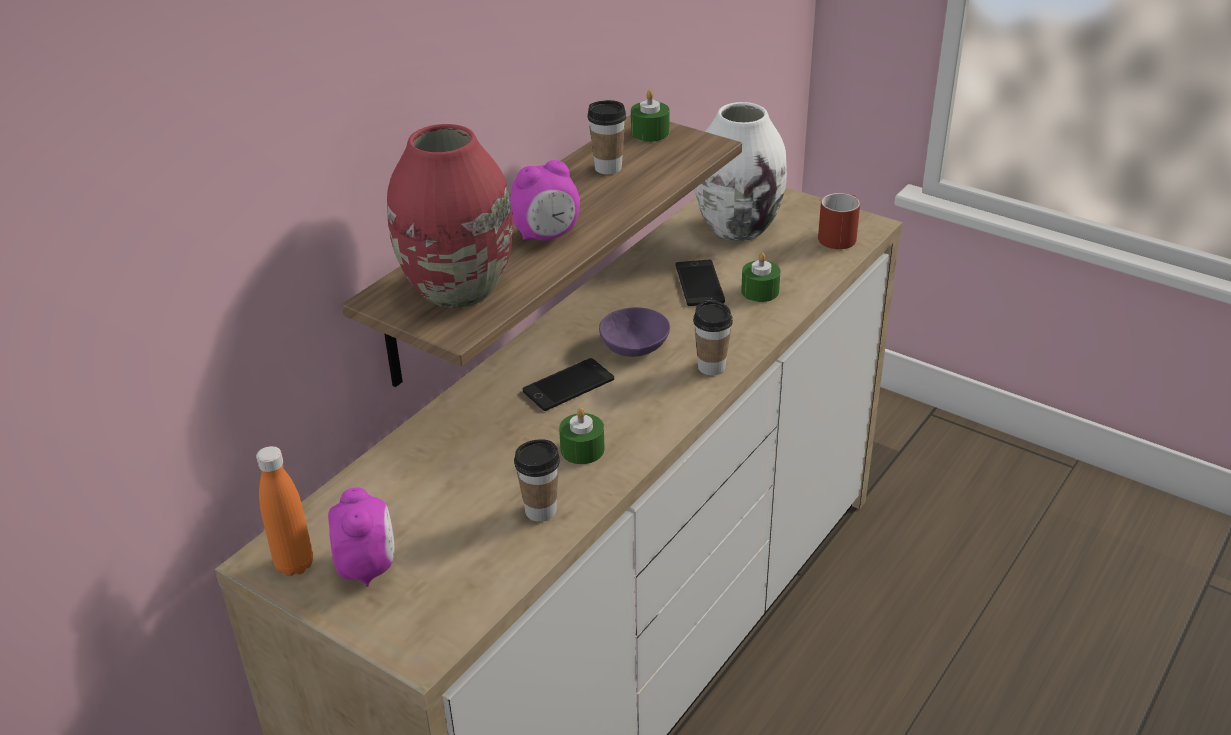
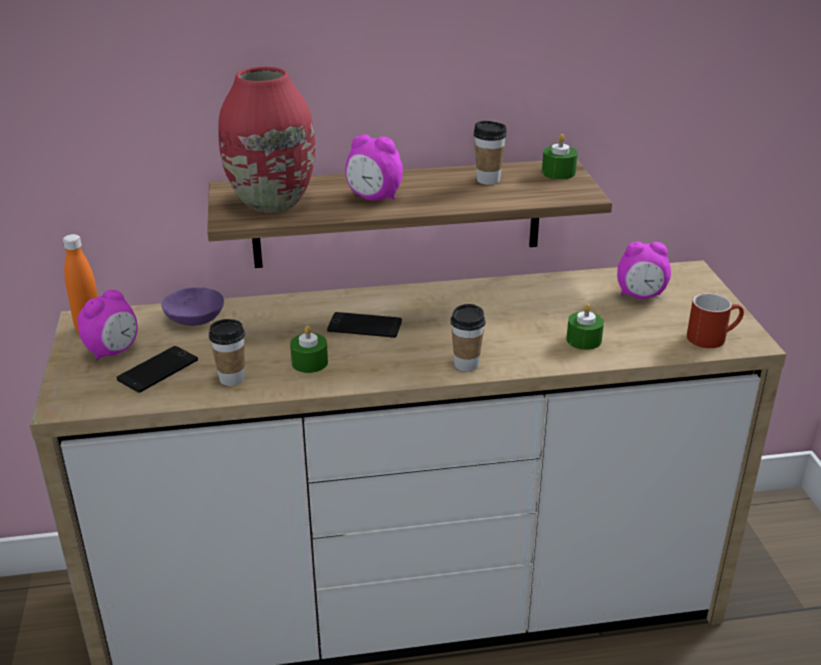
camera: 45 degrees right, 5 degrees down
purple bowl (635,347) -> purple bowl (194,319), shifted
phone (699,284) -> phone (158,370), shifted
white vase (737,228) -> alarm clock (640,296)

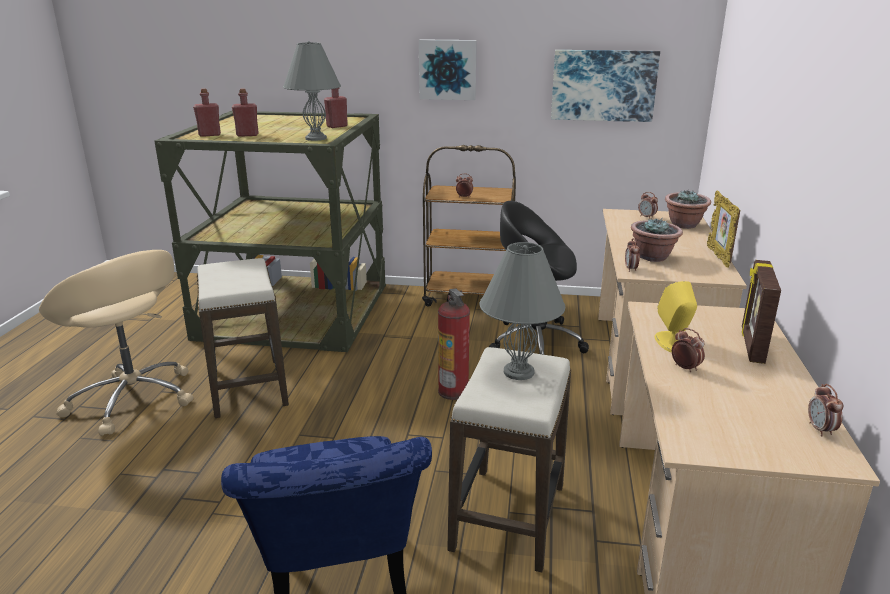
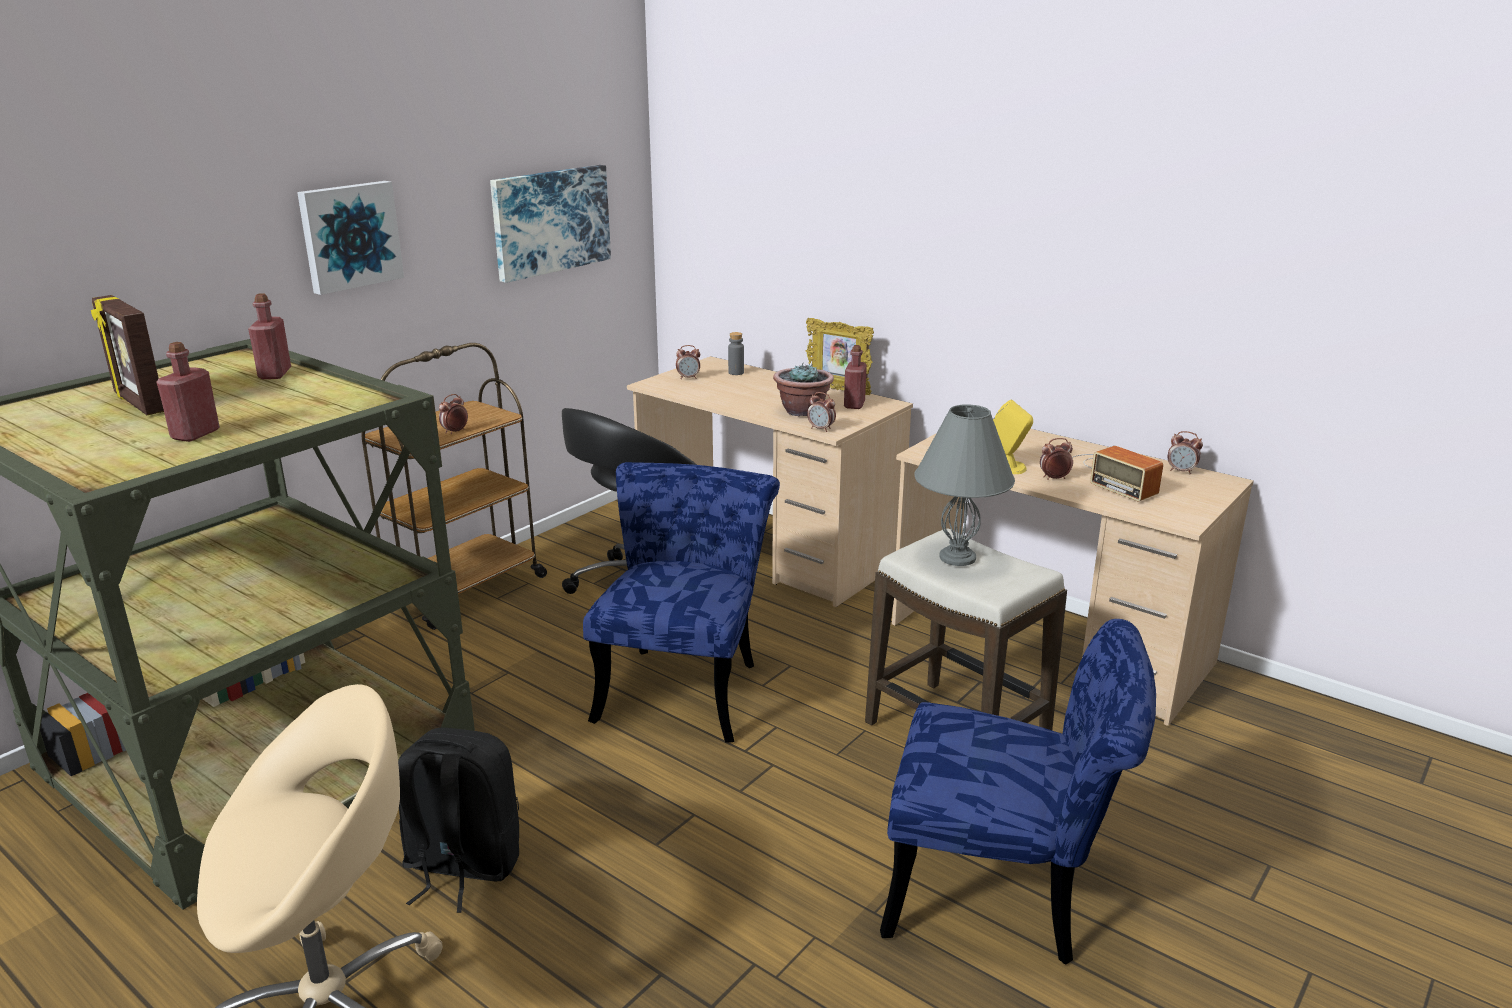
camera: 60 degrees left, 0 degrees up
red bottle (209,135) -> red bottle (854,404), shifted
stool (248,387) -> black backpack (461,866)
grey table lamp (315,138) -> none
fire extinguisher (454,391) -> blue chair (685,685)
potted plant (684,225) -> grey bottle (736,372)
picture frame (751,345) -> picture frame (138,403), shifted
none -> radio (1111,475)

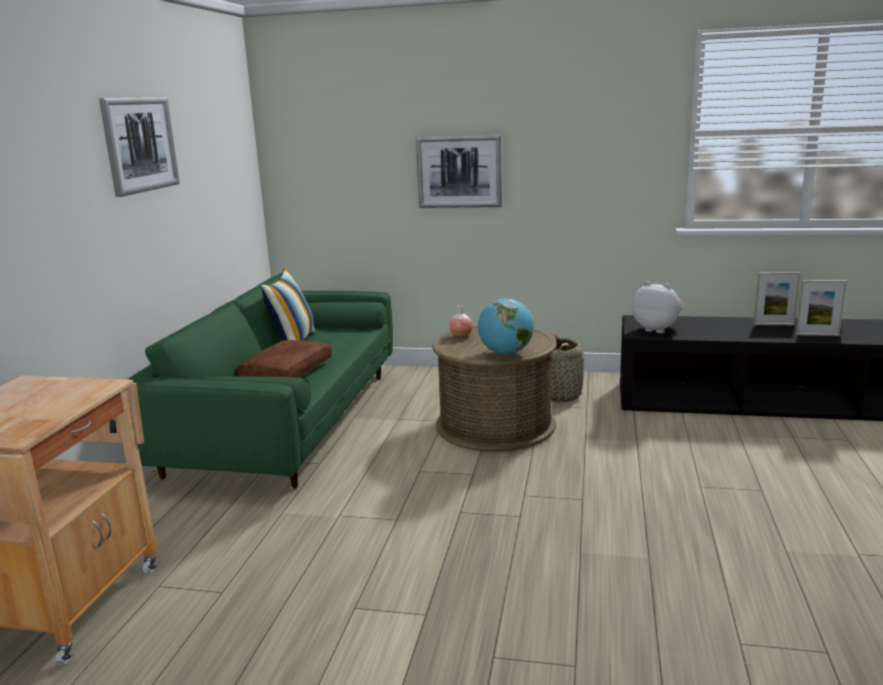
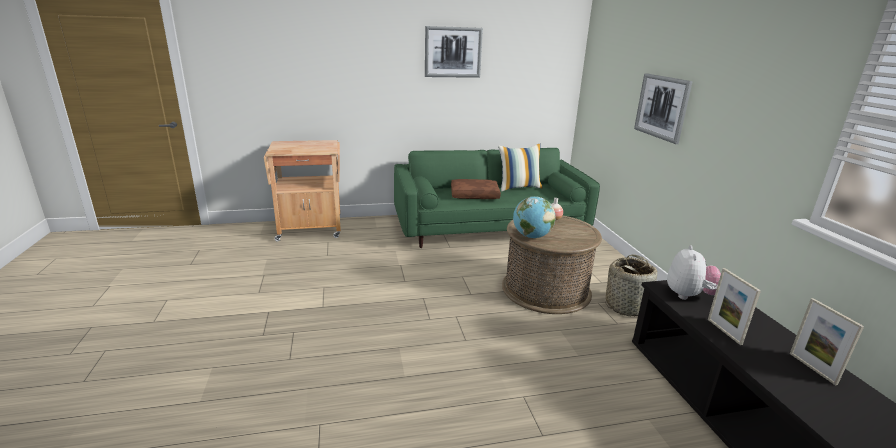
camera: 65 degrees right, 5 degrees up
picture frame (817,335) -> picture frame (724,331), shifted

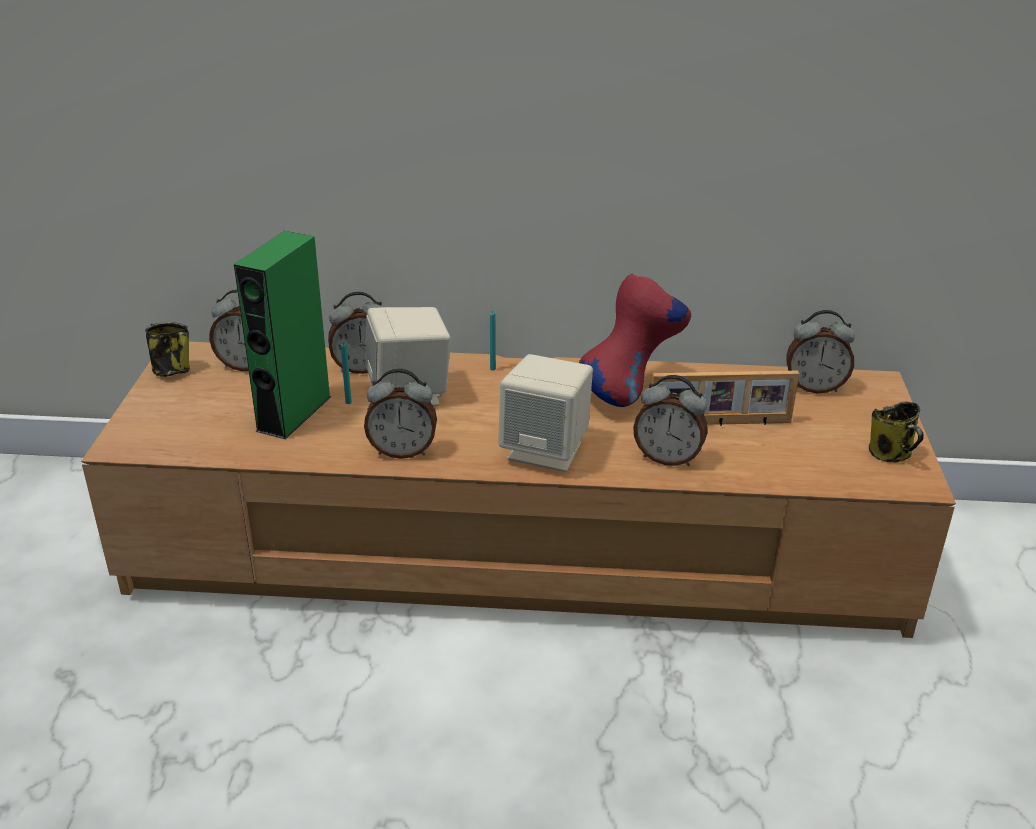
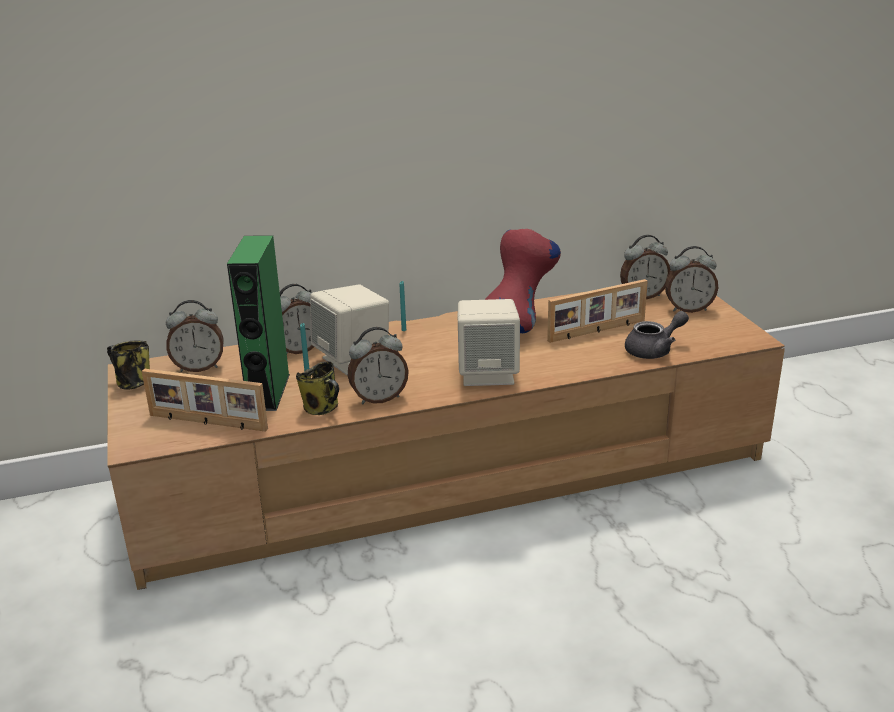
camera: 20 degrees left, 5 degrees down
alarm clock (668,458) -> alarm clock (688,309), shifted
mug (891,455) -> mug (322,408), shifted
none -> picture frame (207,423)
none -> grey teapot (654,350)

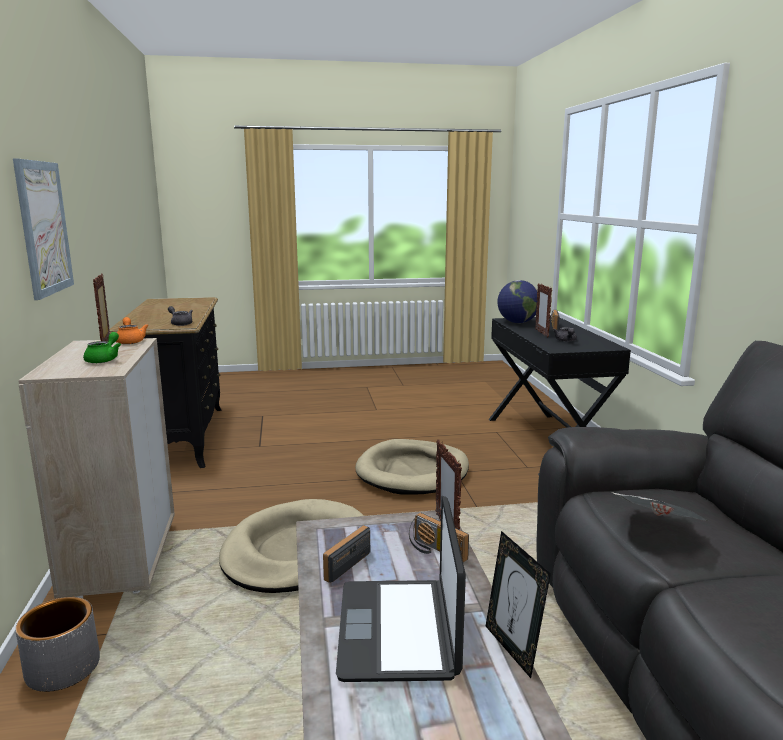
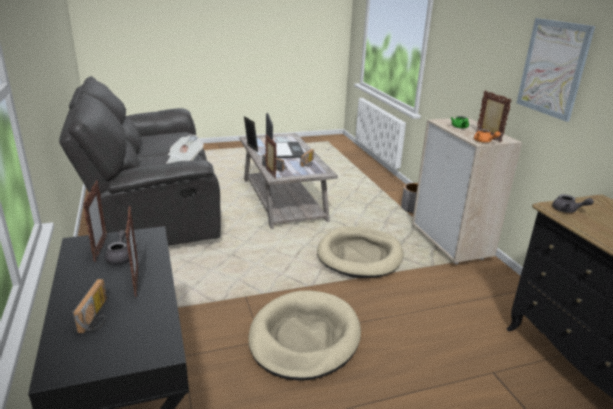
camera: 170 degrees right, 10 degrees up
globe (517,322) -> none
none -> picture frame (100,249)

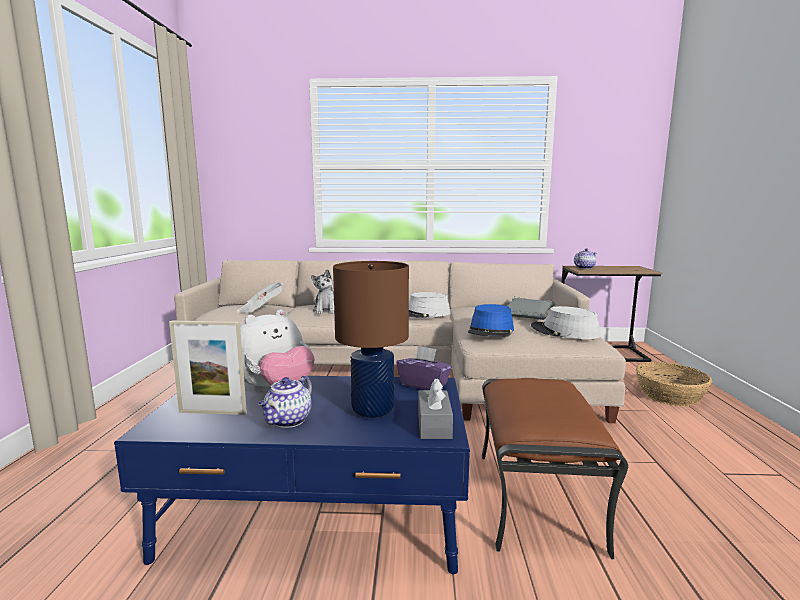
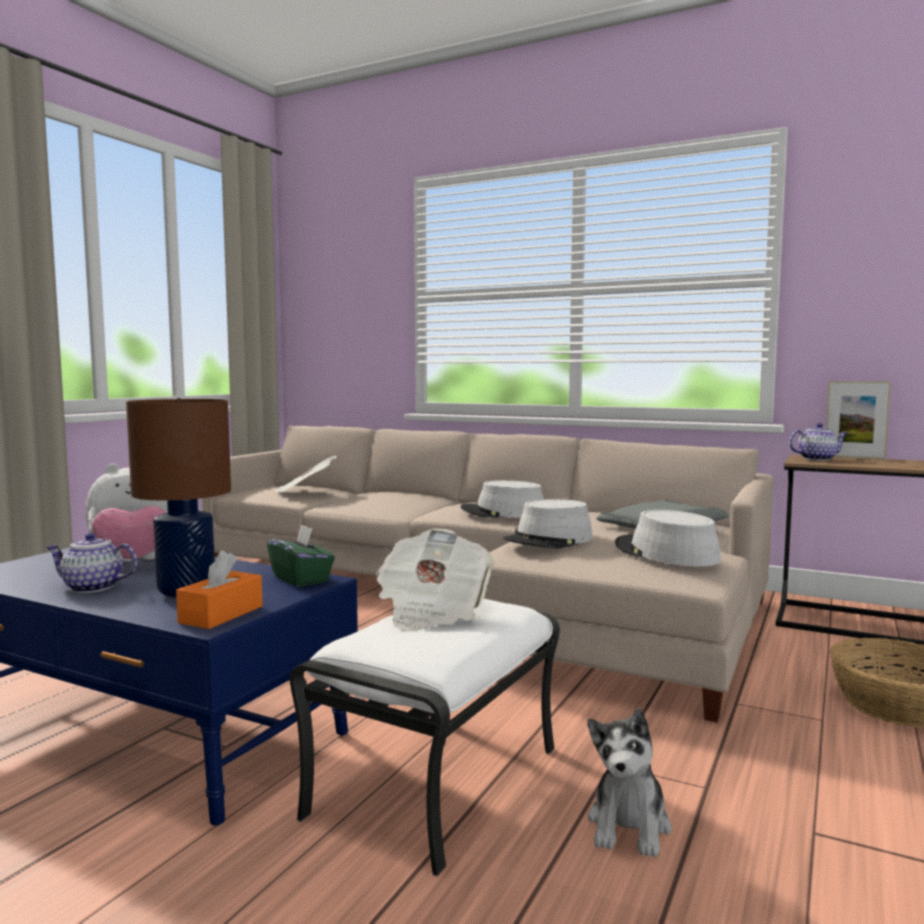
camera: 25 degrees right, 5 degrees down
picture frame (212,412) -> picture frame (854,457), shifted
teapot (288,421) -> teapot (91,587), 45 degrees clockwise
plush toy (326,310) -> plush toy (629,825), shifted
purple tissue box (424,385) -> green tissue box (301,579)
grey tissue box (434,425) -> orange tissue box (221,614)
blue hat (491,330) -> grey hat (549,540)
brown ottoman (538,499) -> white ottoman (438,783)
none -> newspaper (432,611)

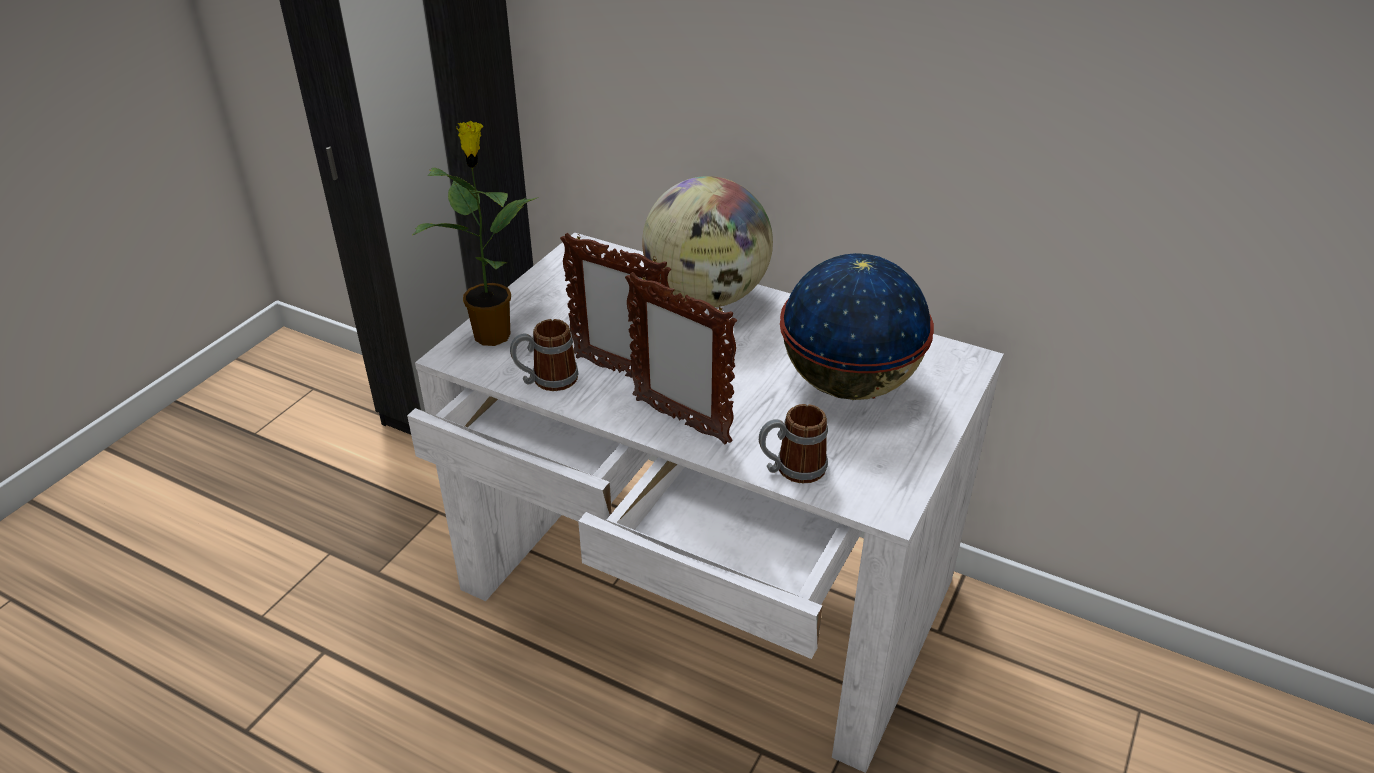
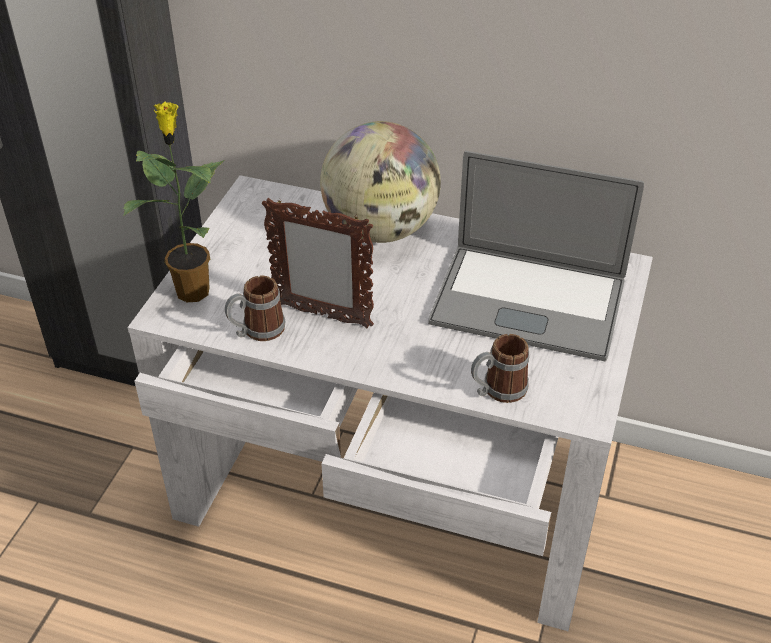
camera: 10 degrees left, 5 degrees up
picture frame (680,421) -> none
globe (849,384) -> laptop (528,302)

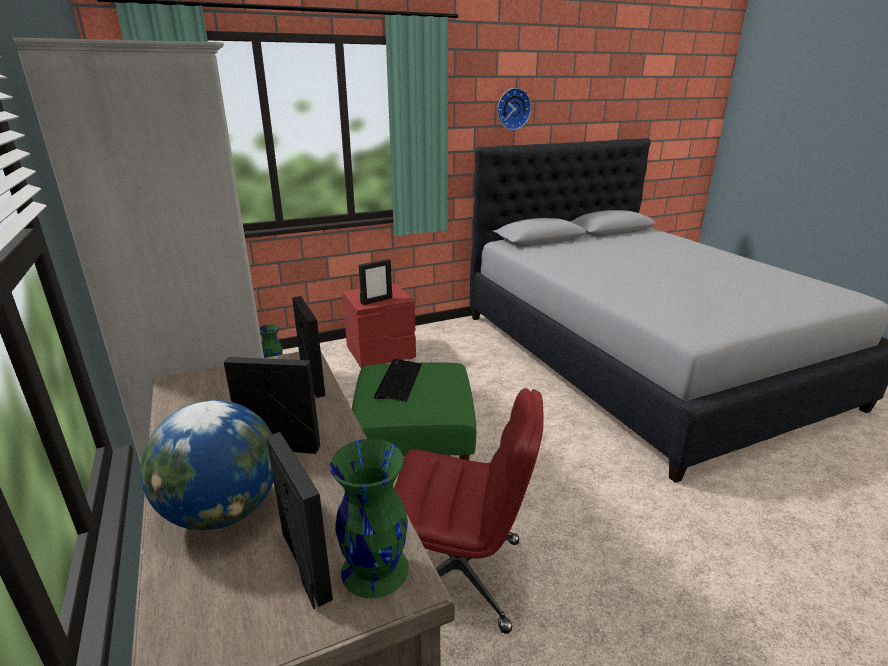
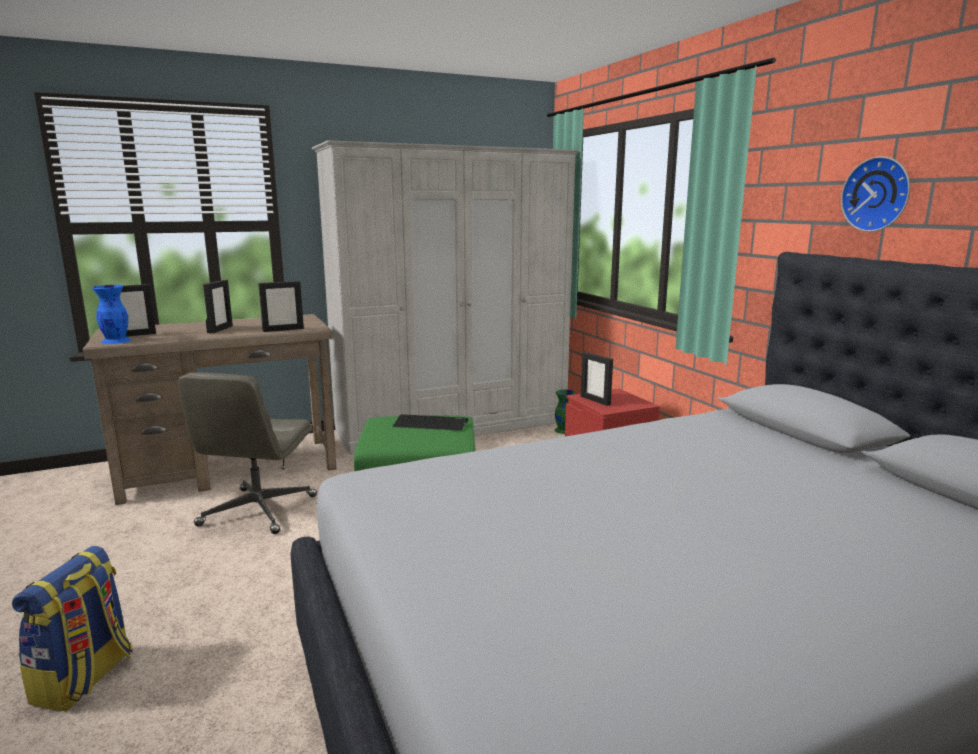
camera: 90 degrees right, 10 degrees down
globe (223,511) -> none
green vase (374,568) -> blue vase (116,341)
red office chair (460,575) -> grey office chair (258,511)
none -> backpack (84,679)

